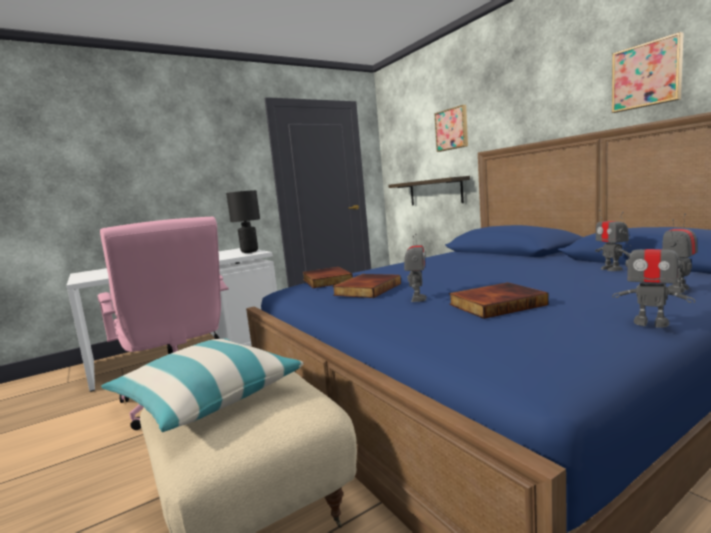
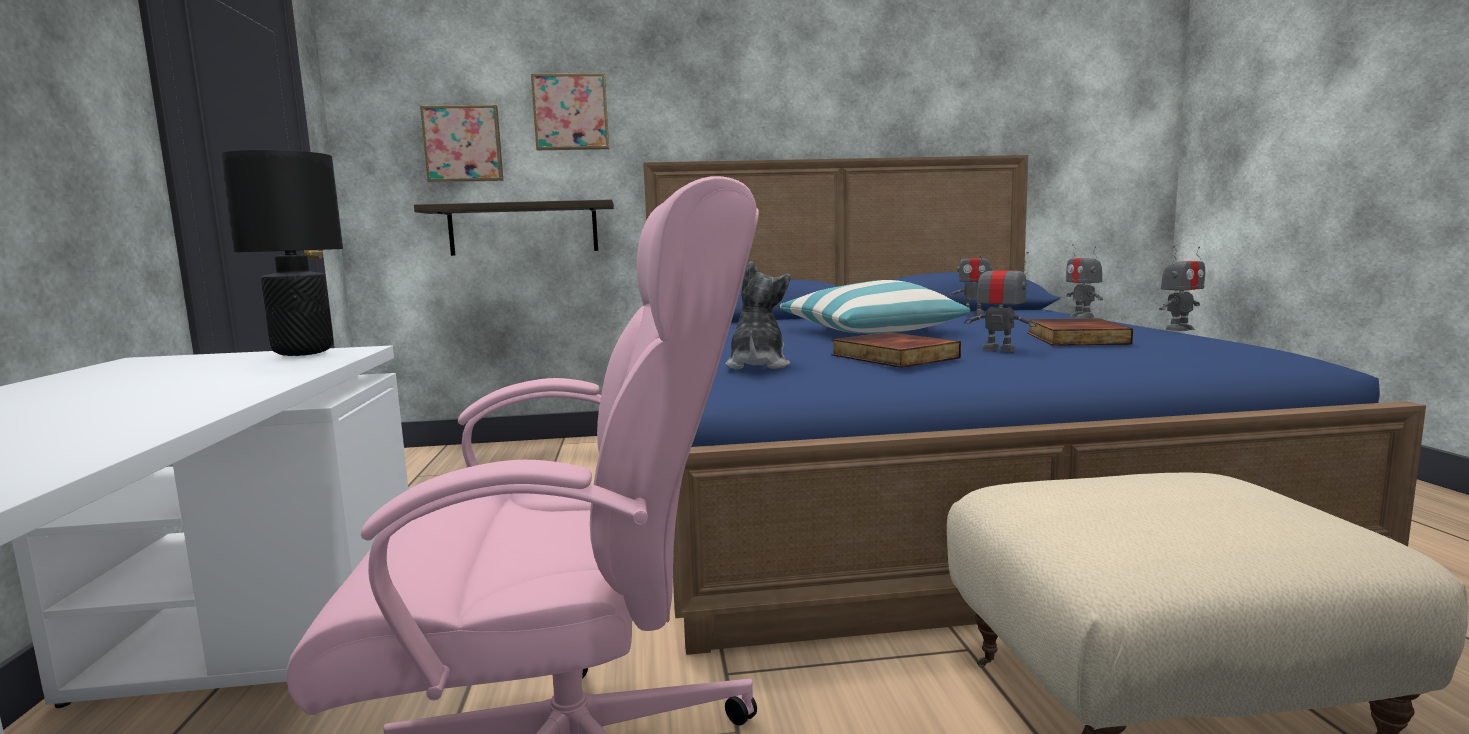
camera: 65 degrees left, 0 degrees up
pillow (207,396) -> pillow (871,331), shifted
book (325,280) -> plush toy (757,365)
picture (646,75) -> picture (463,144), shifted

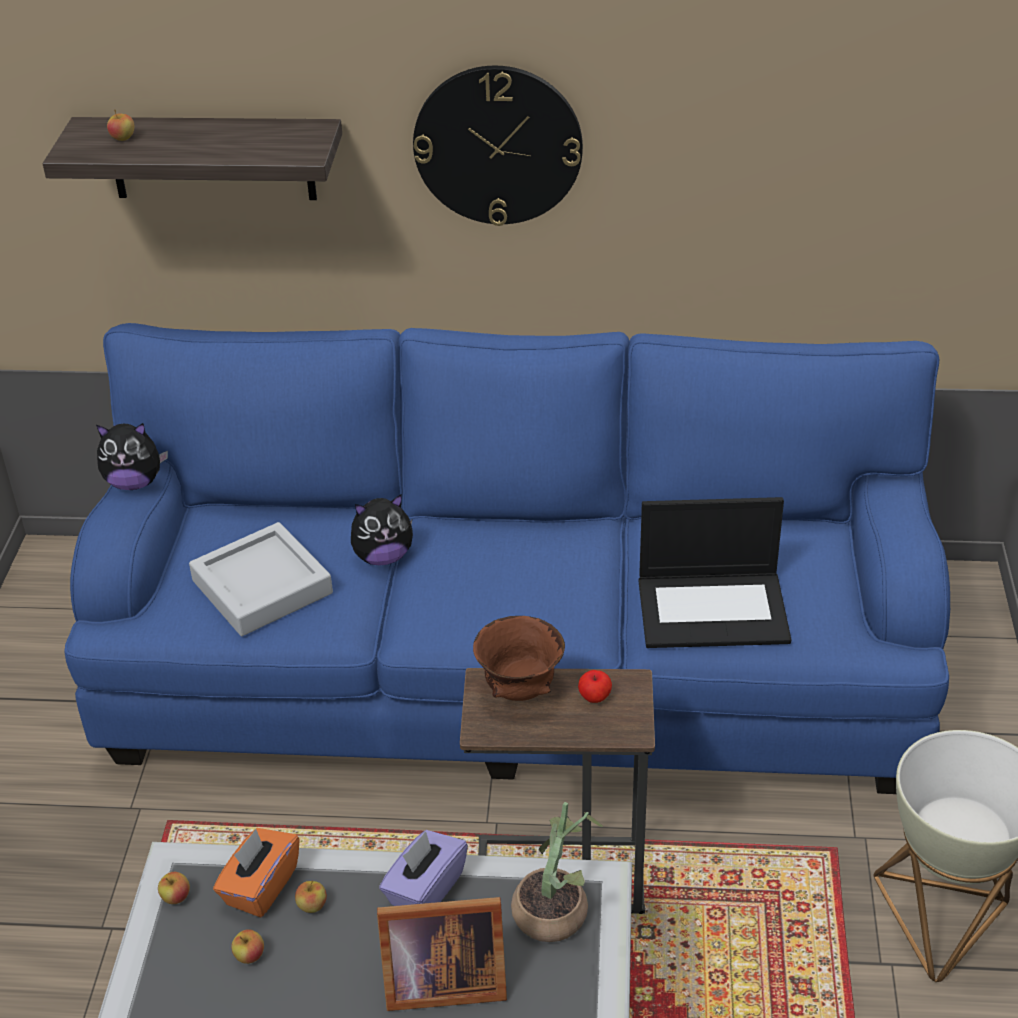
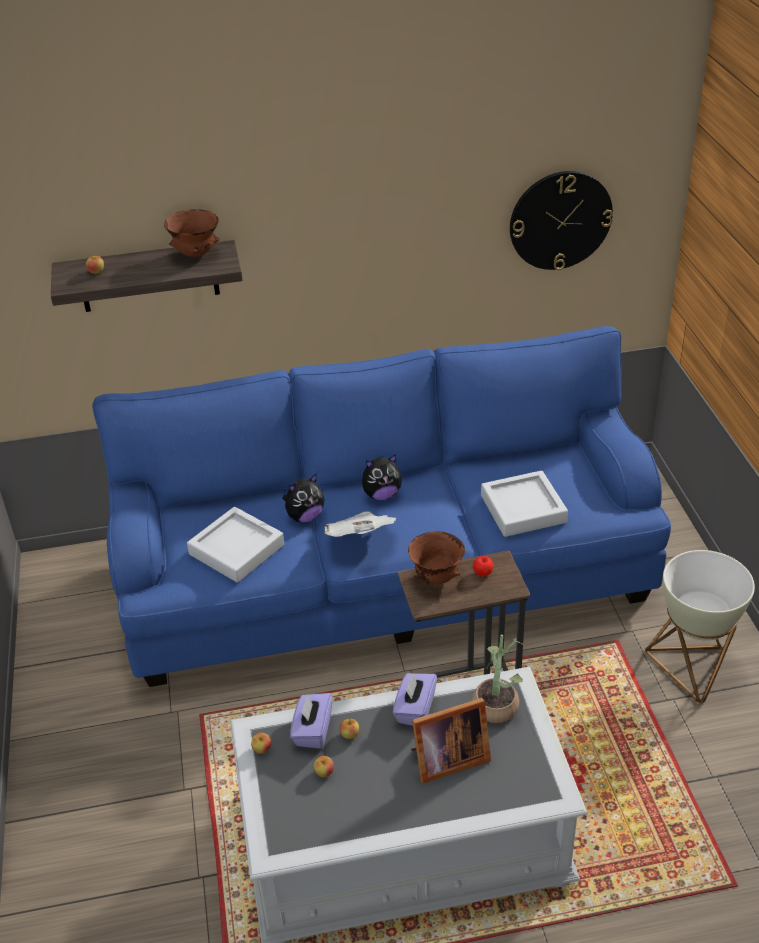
camera: 15 degrees left, 0 degrees up
plush toy (134,483) -> plush toy (381,494), shifted
orange tissue box (260,887) -> purple tissue box (312,731)
wall clock (498,145) -> wall clock (560,220), shifted
laptop (714,609) -> grey tray (523,509)
none -> brown bowl (196,254)
none -> newspaper (360,538)

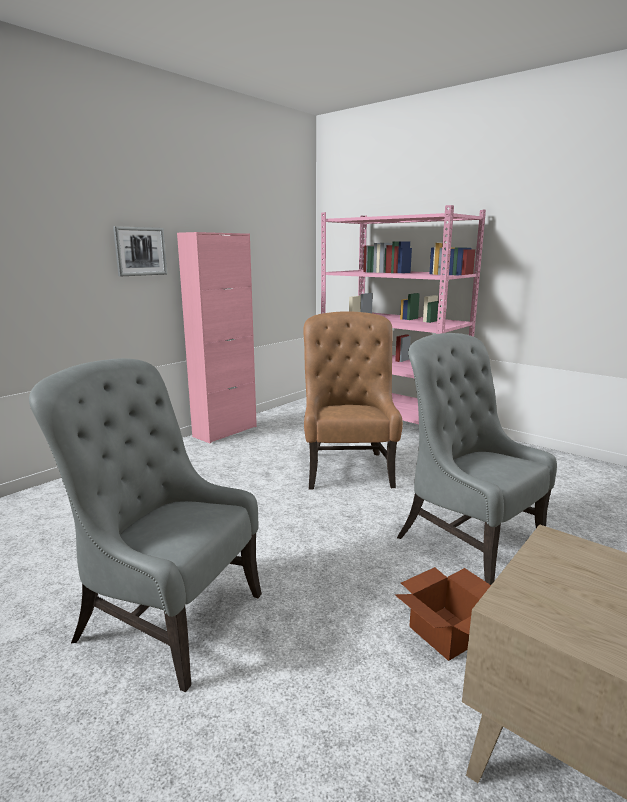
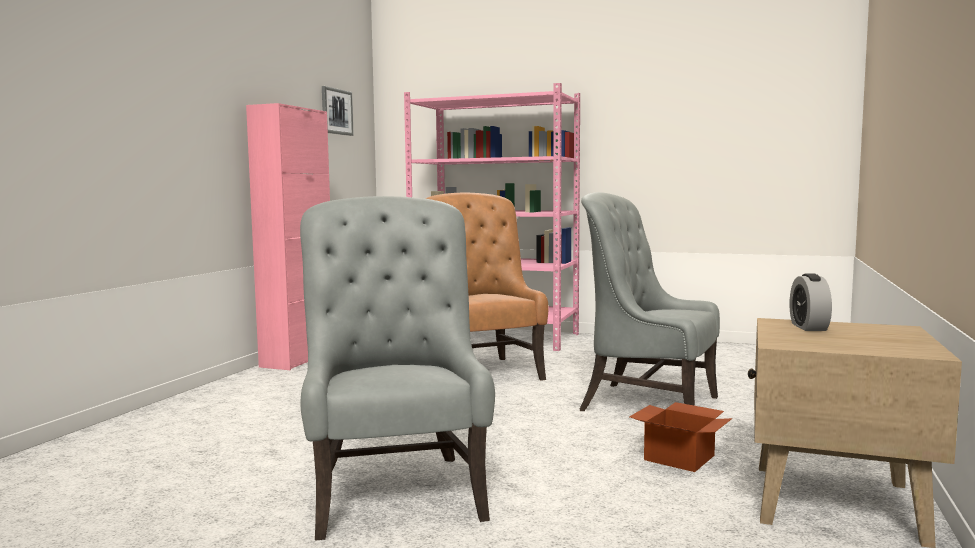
camera: 20 degrees left, 10 degrees down
grey chair (167,617) -> grey chair (395,493), 75 degrees clockwise
picture (140,251) -> picture (336,111), shifted
none -> alarm clock (808,327)

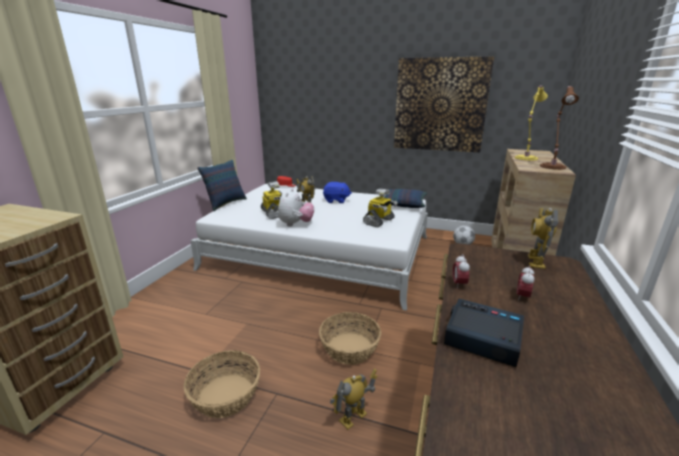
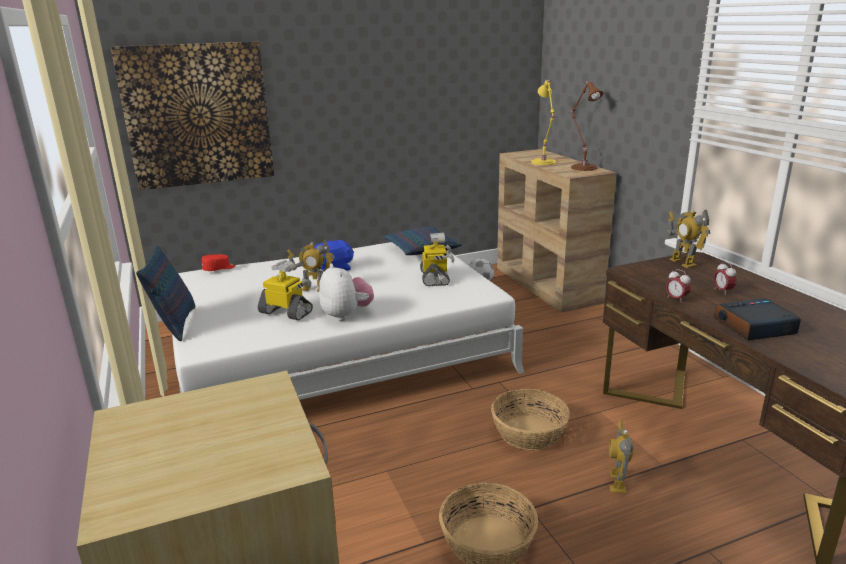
camera: 40 degrees left, 0 degrees up
picture (440,105) -> picture (198,115), shifted

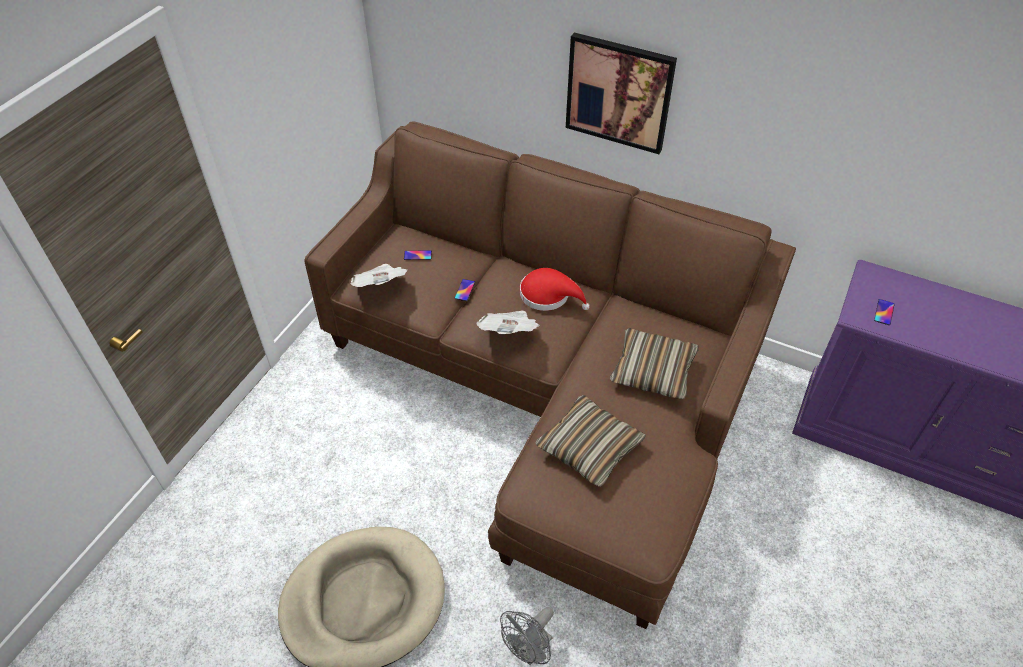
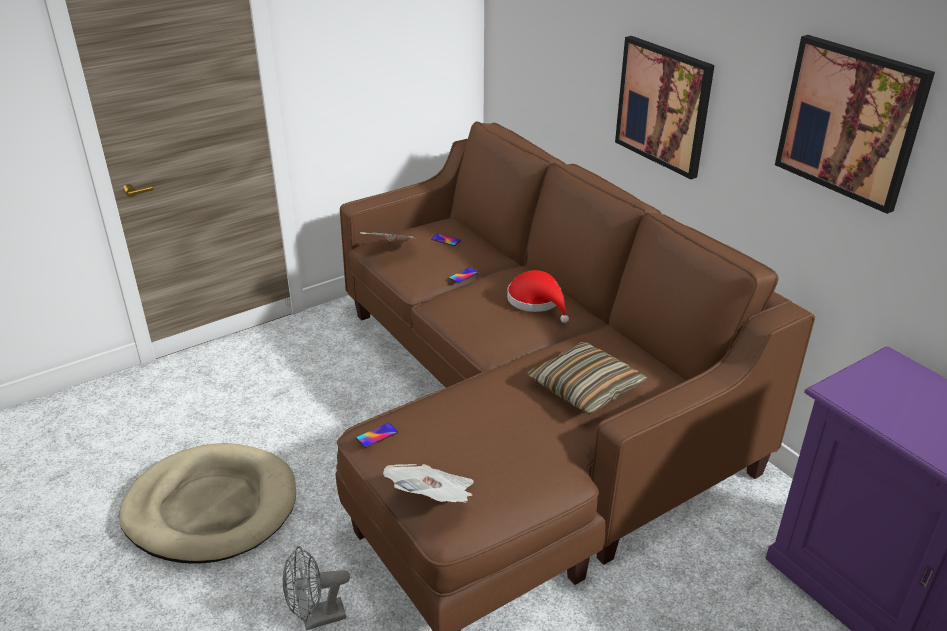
camera: 30 degrees right, 15 degrees down
newspaper (509,333) -> newspaper (433,499), shifted
pillow (589,447) -> none
phone (884,312) -> phone (377,435), shifted
none -> picture (850,121)

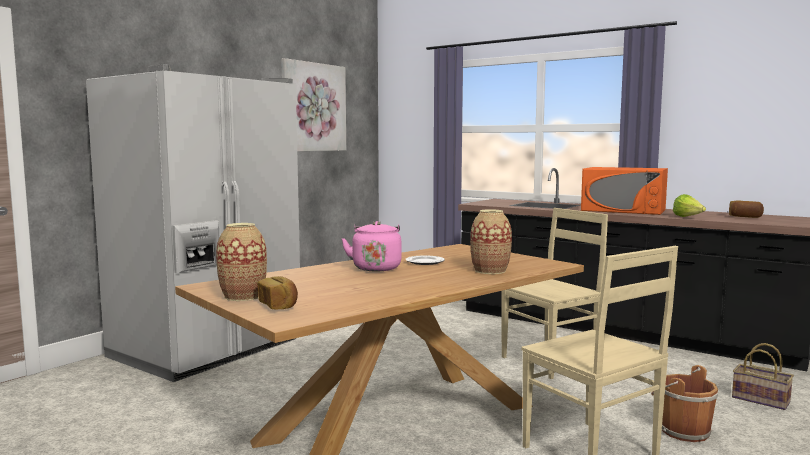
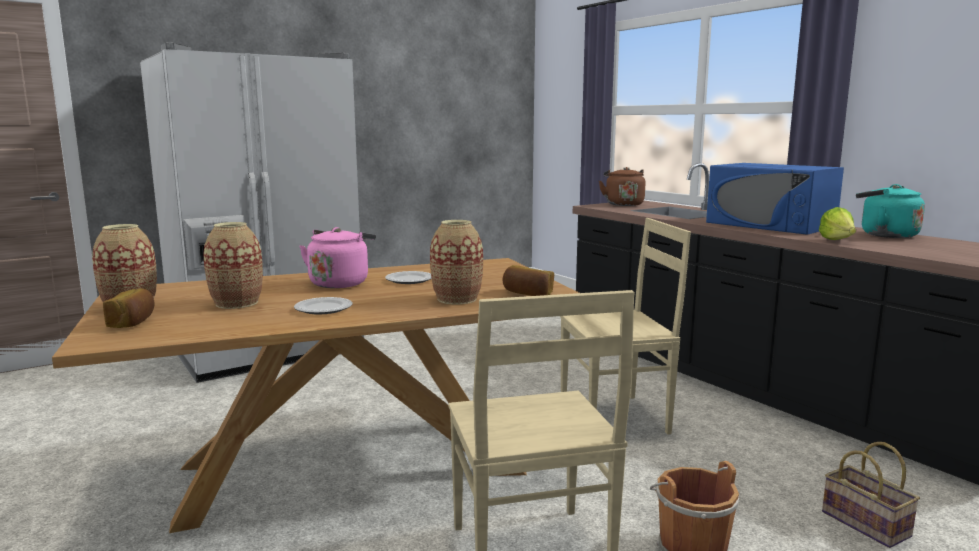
camera: 20 degrees right, 5 degrees up
picture (314,107) -> none
orange microwave (623,210) -> blue microwave (770,224)
bread (745,217) -> bread (528,294), shifted
none -> vase (237,303)
none -> plate (324,308)
none -> brown kettle (623,204)
none -> turquoise kettle (884,235)

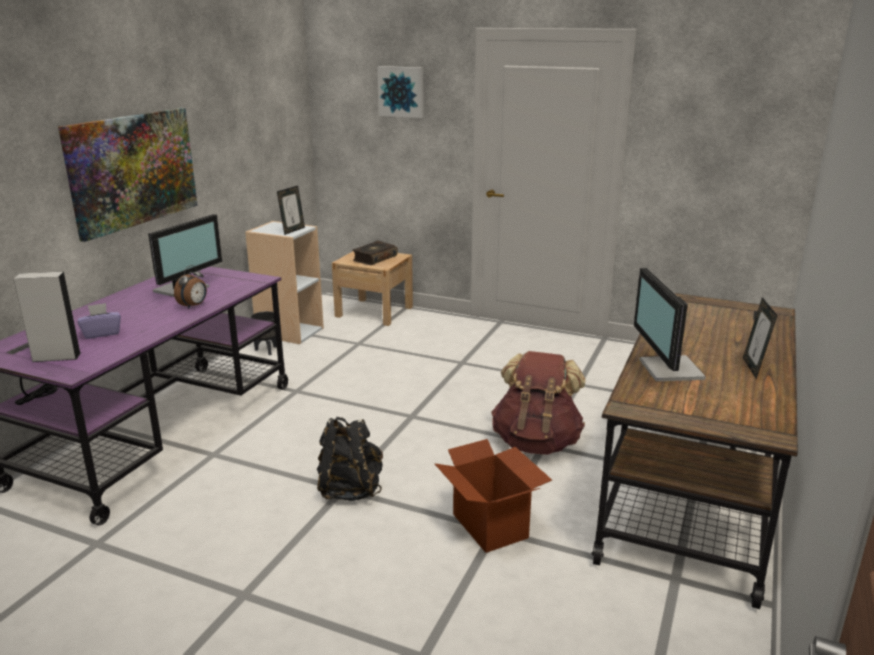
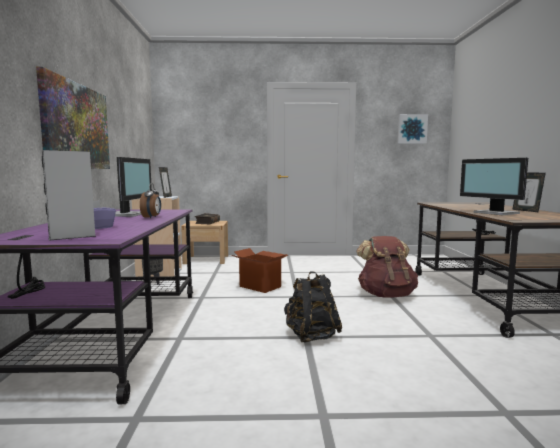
camera: 25 degrees left, 15 degrees down
picture (401,91) -> picture (412,129), shifted
cardboard box (491,525) -> cardboard box (260,286), shifted

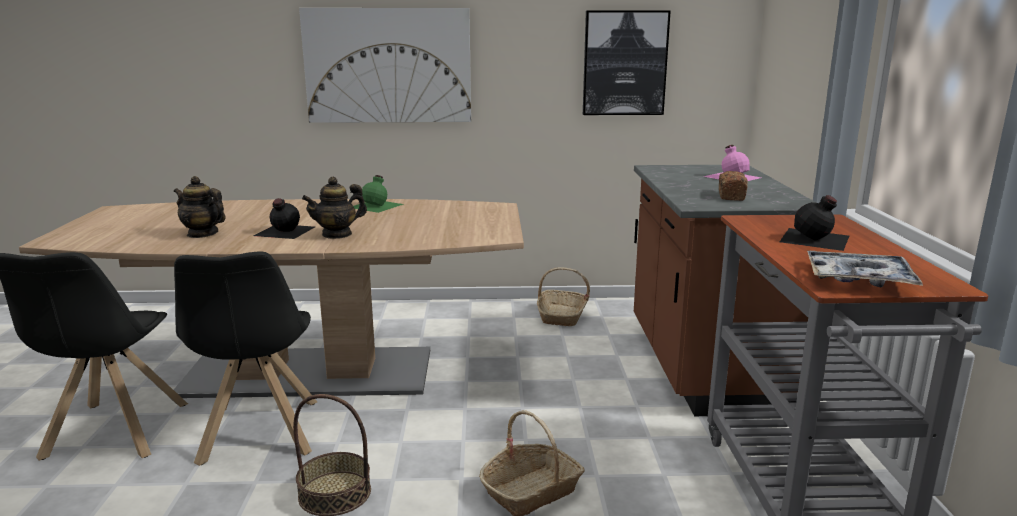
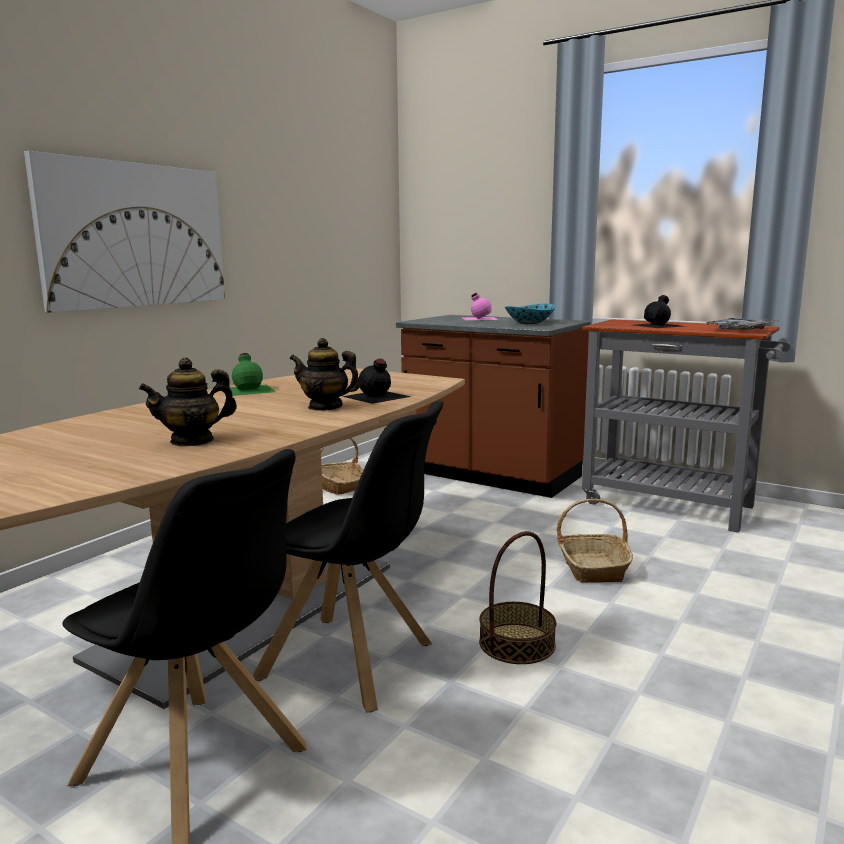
camera: 55 degrees left, 5 degrees down
black bottle (283,231) -> black bottle (376,396), shifted
teapot (337,234) -> teapot (325,407), 105 degrees clockwise
picture (624,63) -> none
bread (731,195) -> bowl (529,323)

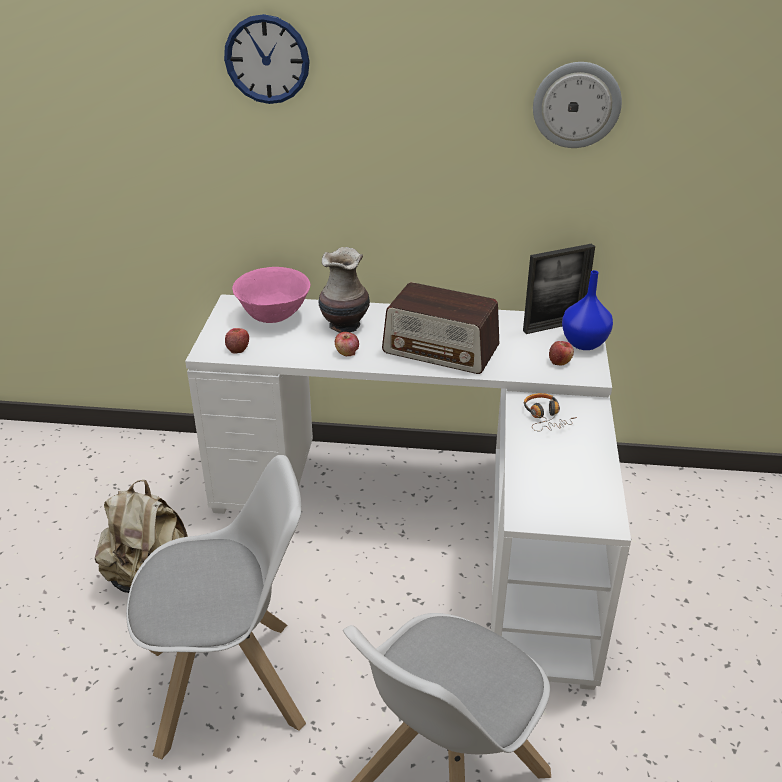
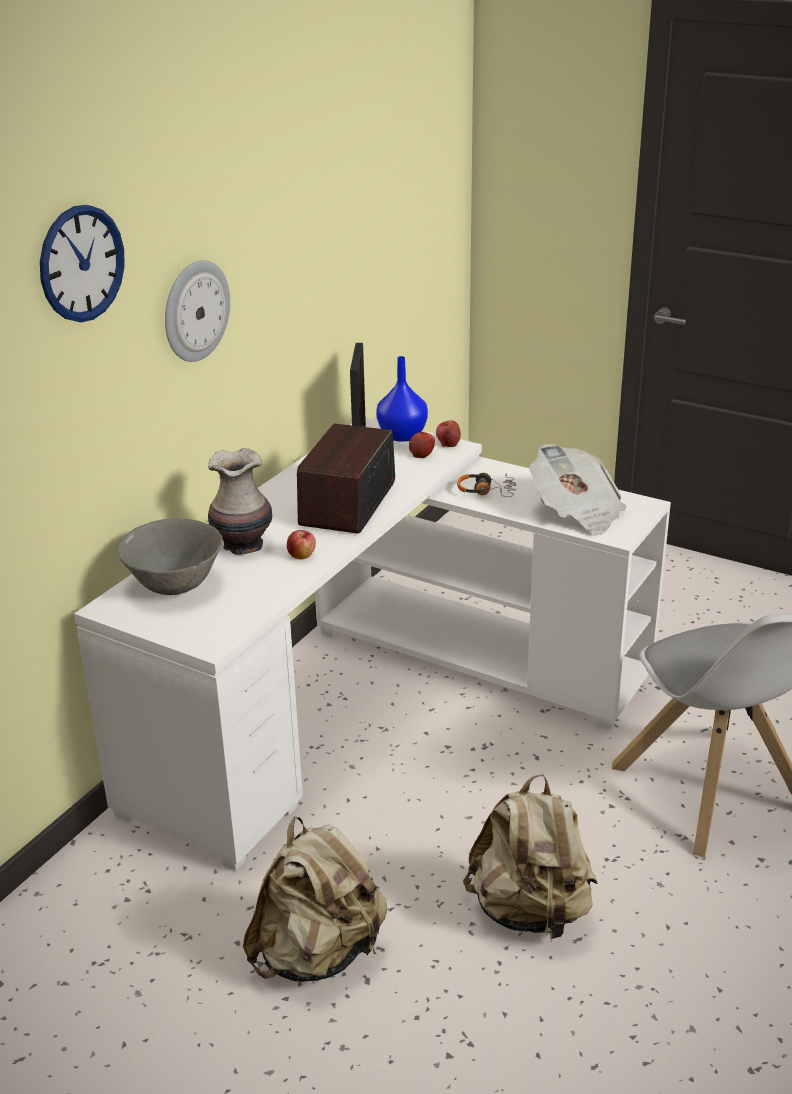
camera: 65 degrees left, 5 degrees down
chair (231,686) -> beige backpack (530,911)
apple (238,348) -> apple (448,443), shifted
pink bowl (274,316) -> grey bowl (175,585)
radio (441,350) -> radio (347,503), 150 degrees clockwise
wall clock (576,105) -> wall clock (195,310), shifted
none -> newspaper (576,512)

